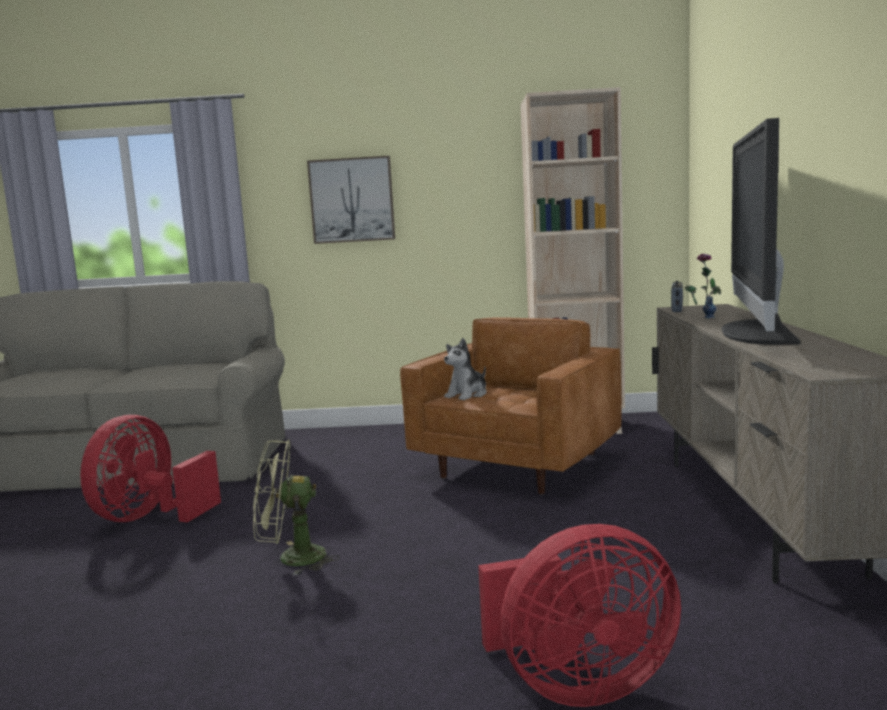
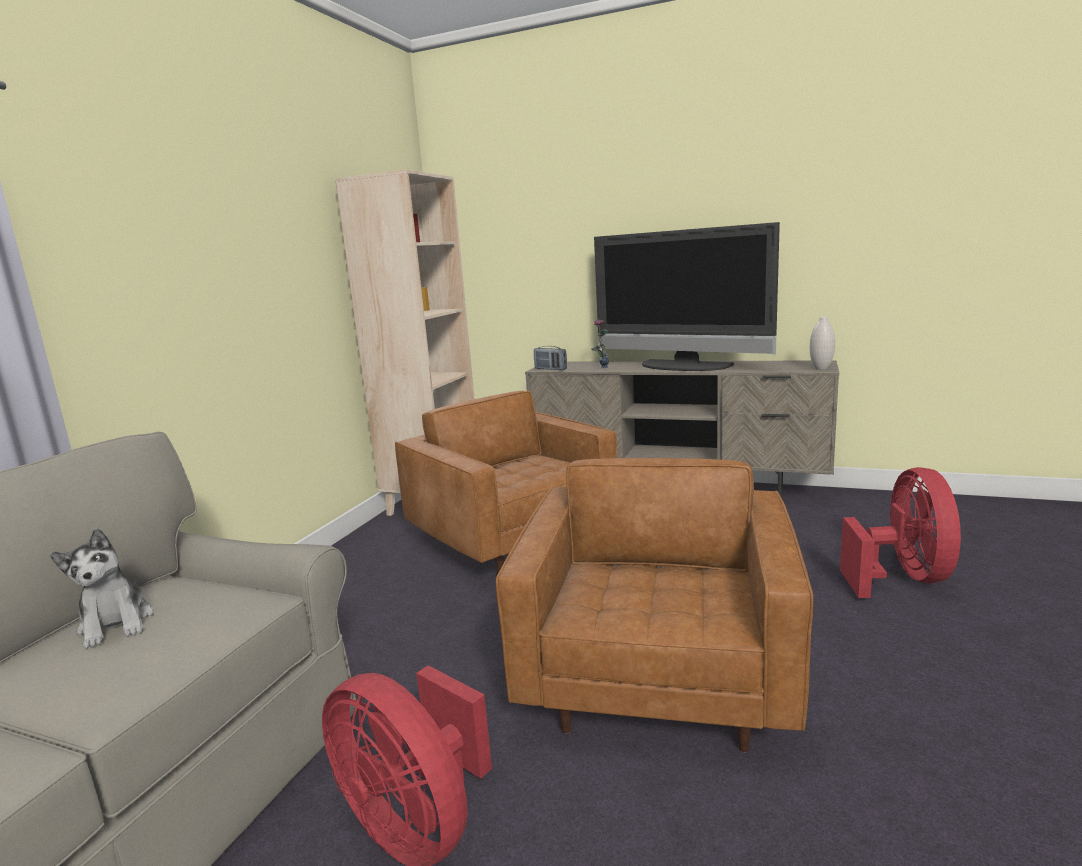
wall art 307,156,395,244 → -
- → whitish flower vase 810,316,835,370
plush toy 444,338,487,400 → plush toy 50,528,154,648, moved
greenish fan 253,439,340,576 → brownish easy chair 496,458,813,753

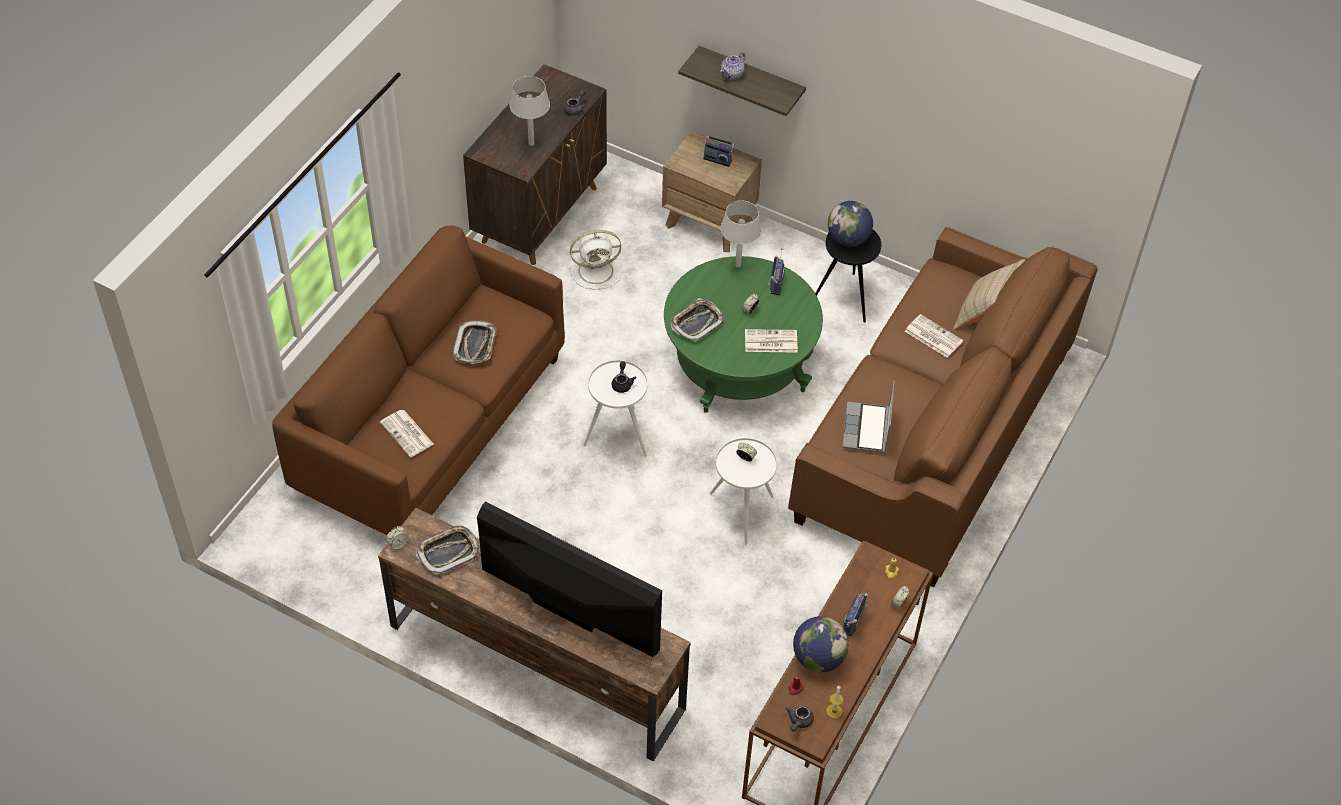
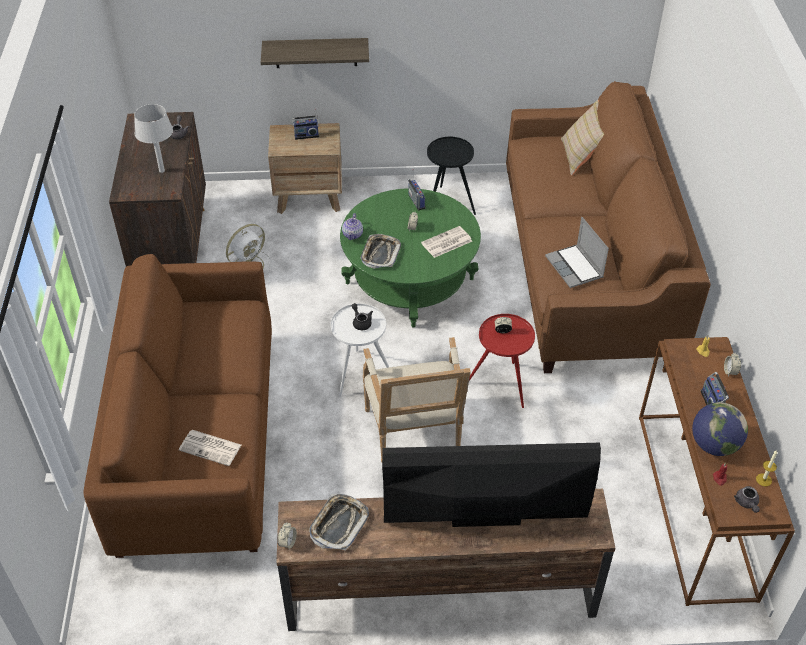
tray 453,320,497,364 → -
grey table lamp 721,201,761,268 → -
globe 828,201,873,246 → -
daily paper 905,314,963,358 → -
- → easy chair 363,337,471,462
teapot 720,53,745,80 → teapot 342,213,363,240, moved
whitish end table 709,438,777,545 → red end table 469,314,535,408

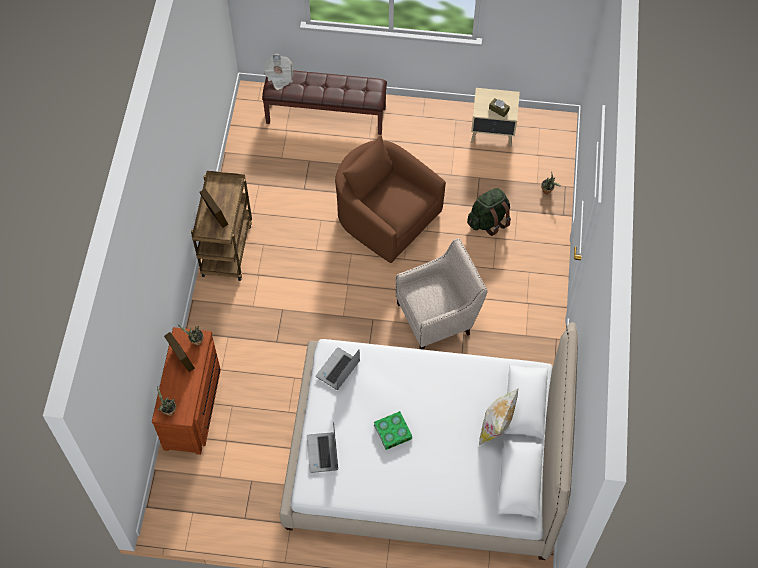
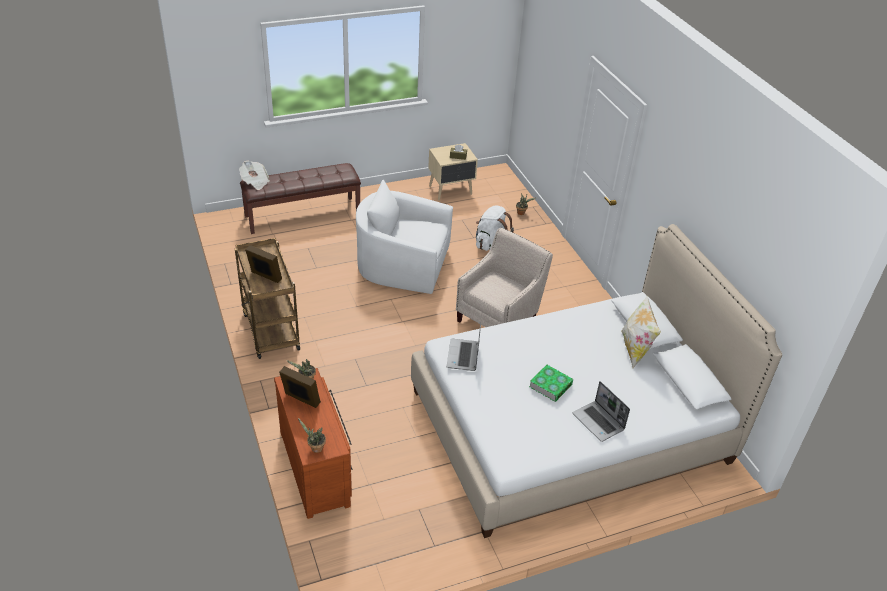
notebook computer 307,422,338,473 → notebook computer 573,381,630,442, moved
brownish easy chair 335,135,446,263 → whitish easy chair 356,180,453,294
greenish rucksack 467,188,511,236 → whitish rucksack 476,206,514,251

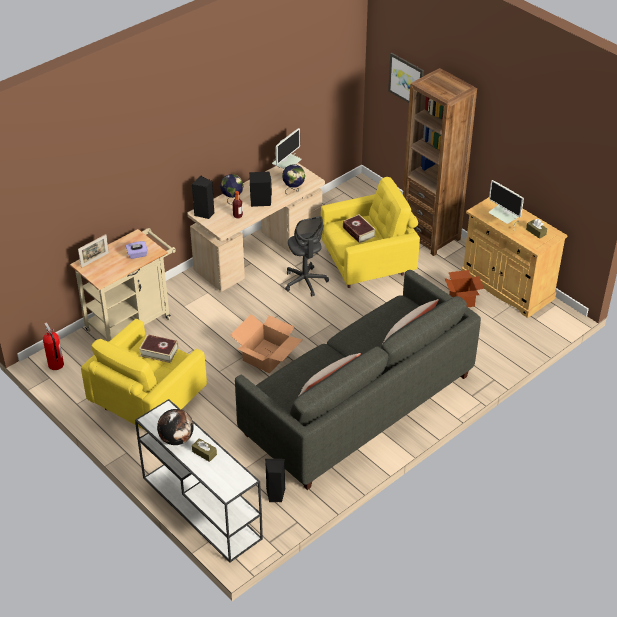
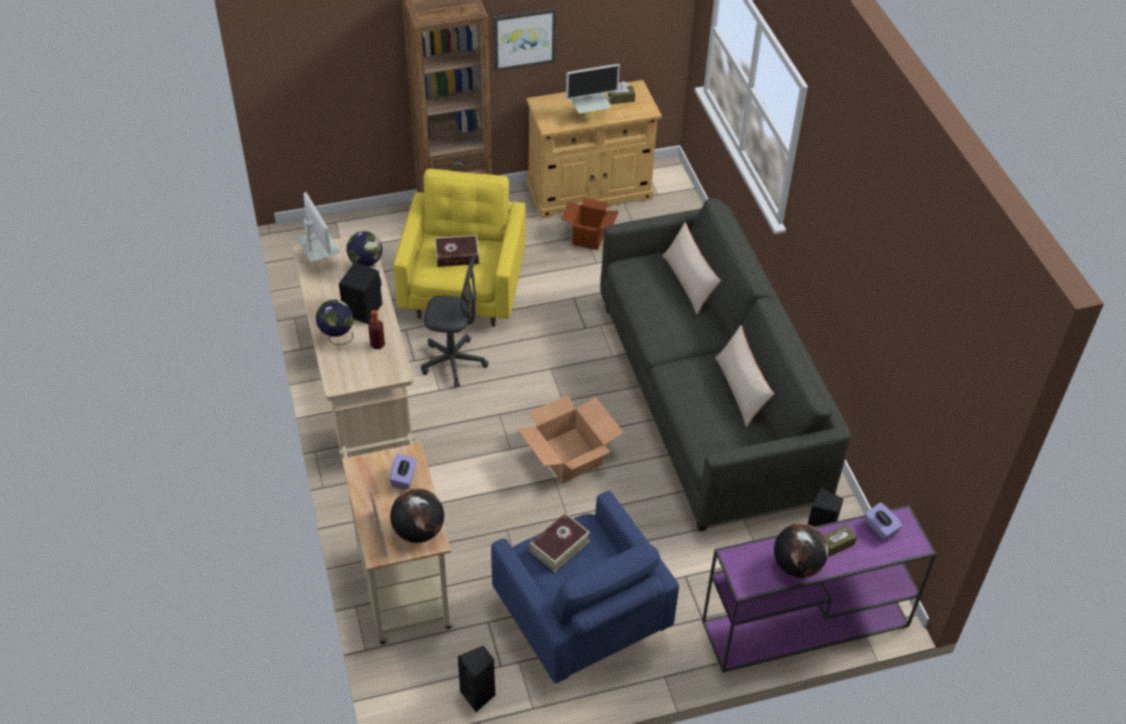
fire-fighting cylinder 43,322,64,370 → -
- → globe 390,489,444,543
- → purplish tissue holder 865,503,903,540
black loudspeaker 192,175,214,219 → black loudspeaker 458,646,495,712, moved
wall art 388,53,424,103 → wall art 493,7,557,72, moved
yellow easy chair 81,319,207,430 → bluish easy chair 491,491,679,684
whitish console table 135,399,263,563 → purplish console table 702,505,936,673

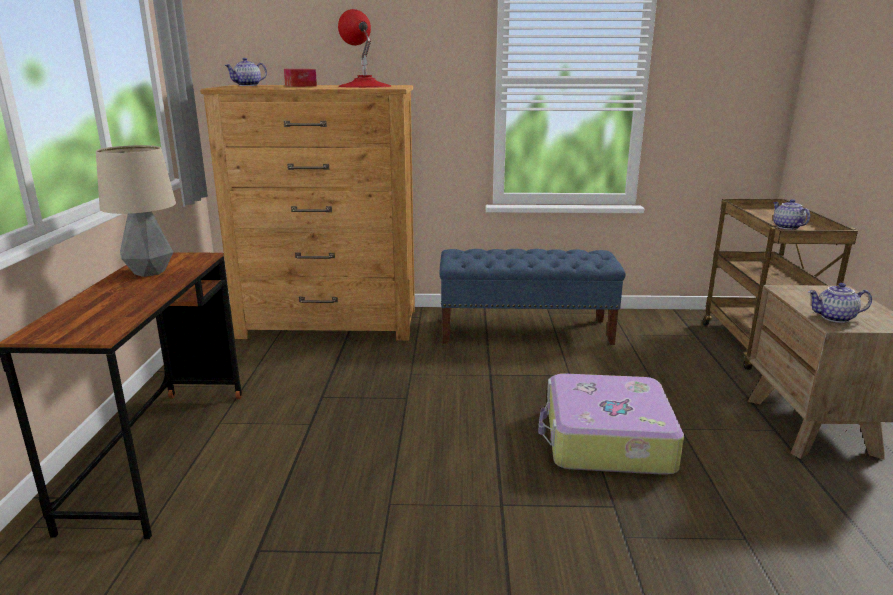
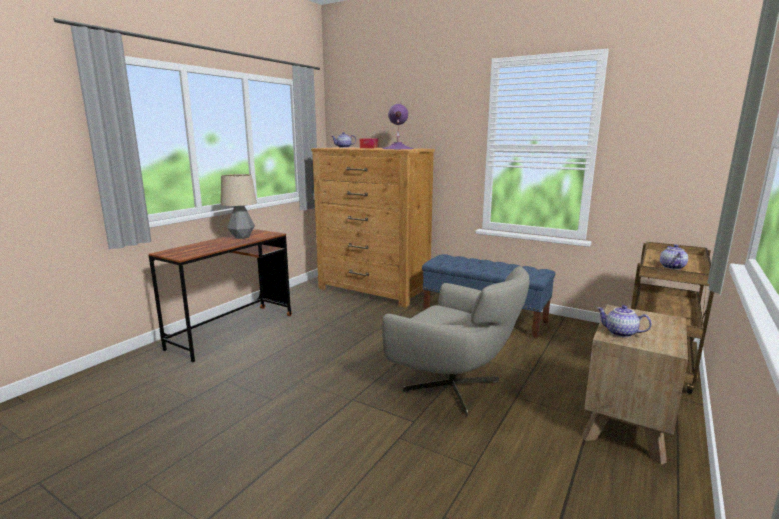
suitcase 538,373,684,475 → grey easy chair 382,266,530,417
red table lamp 338,9,392,88 → purplish table lamp 382,104,414,149

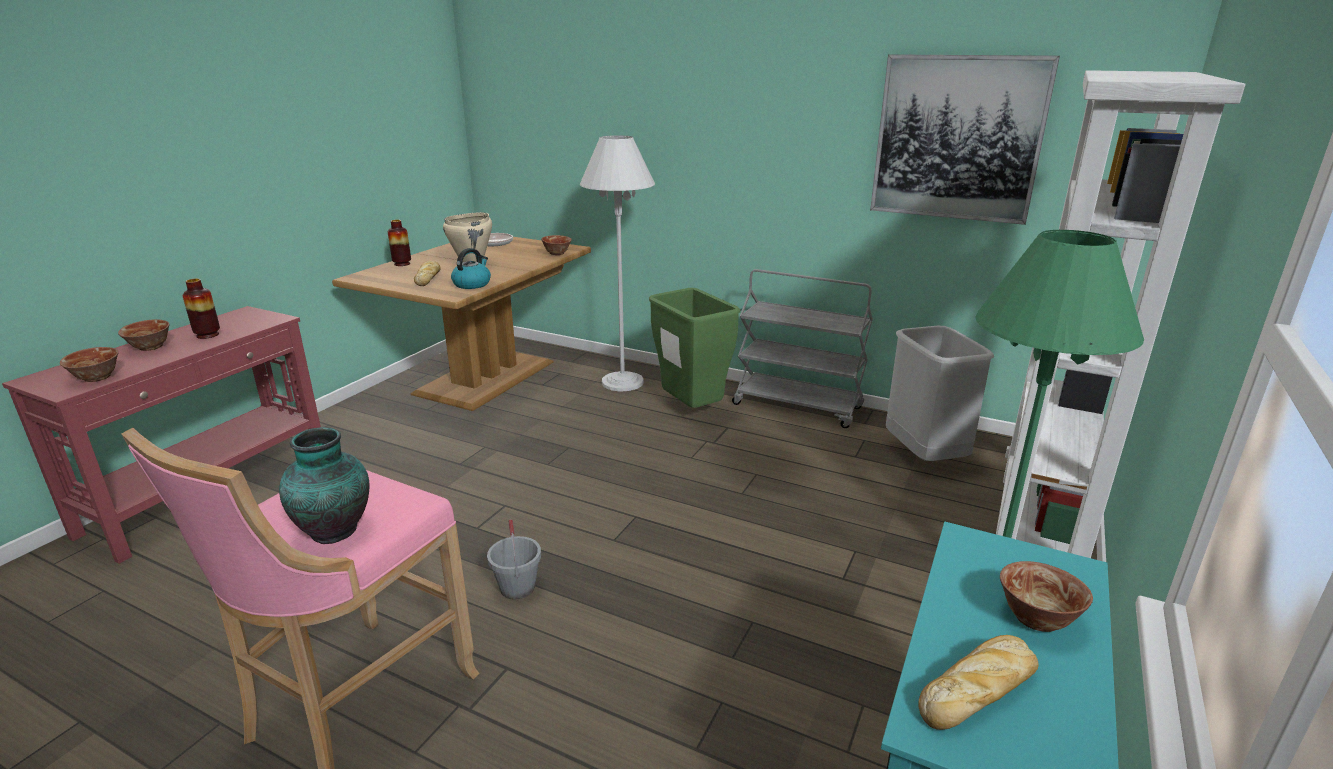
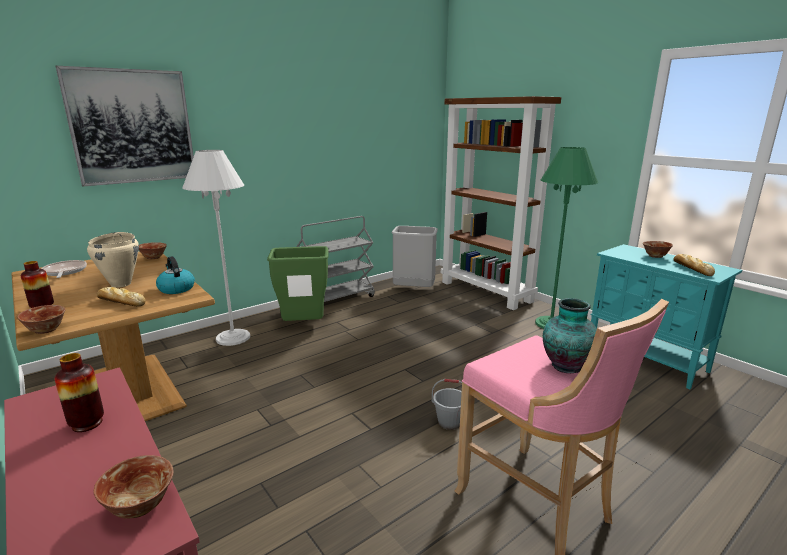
bowl 118,320,170,351 → bowl 17,305,66,334, moved
wall art 870,54,1060,225 → wall art 56,66,194,186, moved
whitish shelving unit 996,70,1246,558 → brownish shelving unit 441,96,561,310

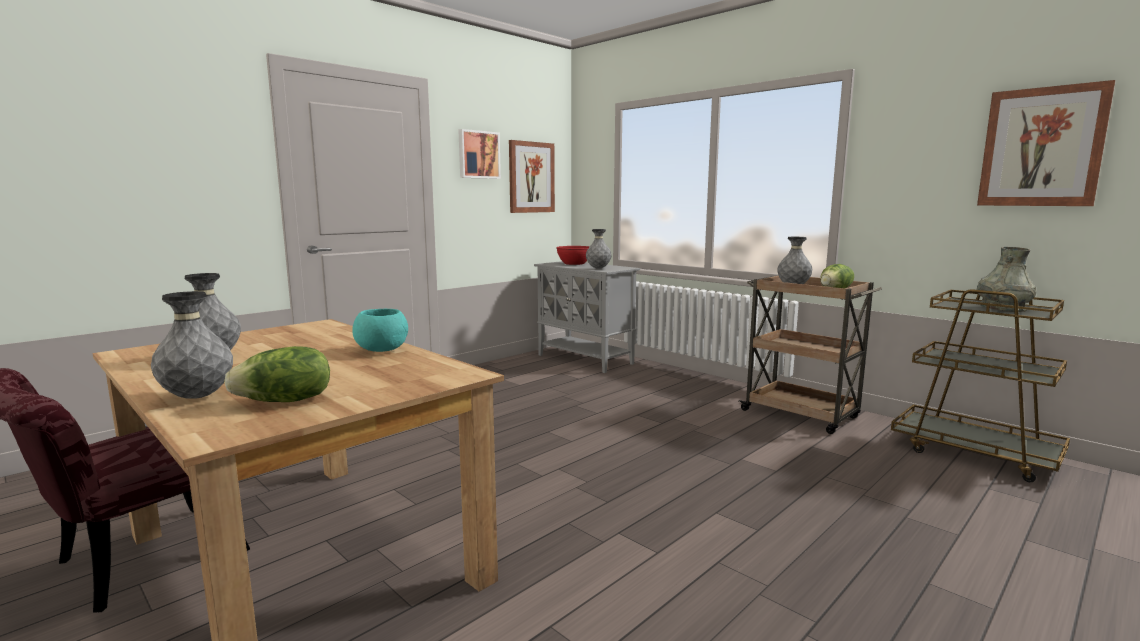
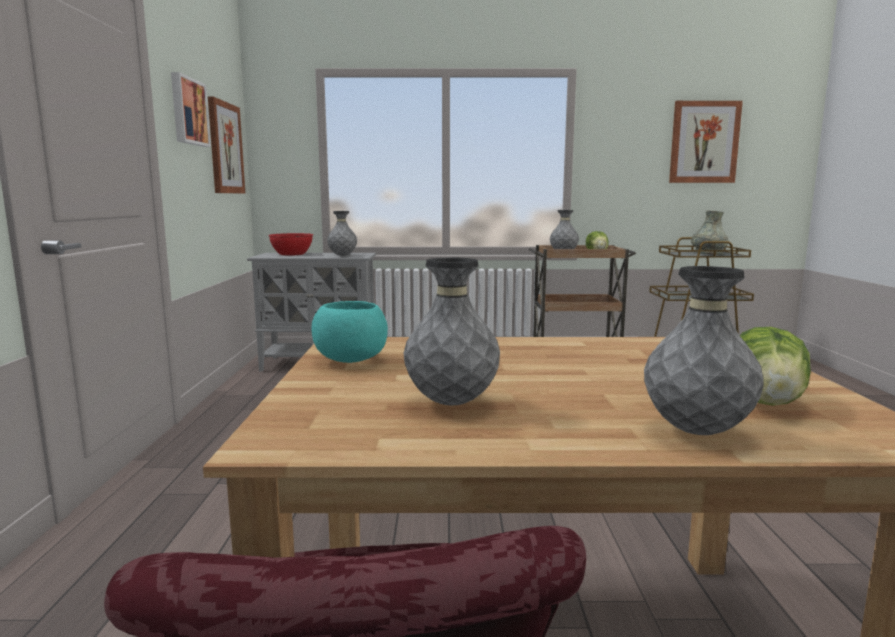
turquoise-coloured bowl 352,309,408,352 → turquoise-coloured bowl 312,301,388,363, moved

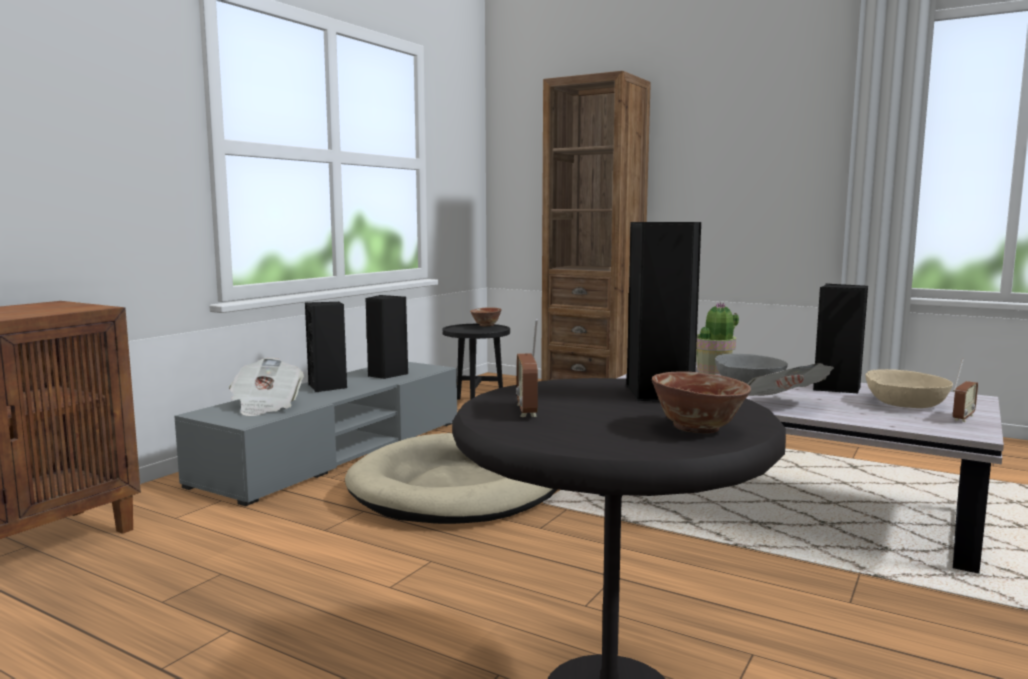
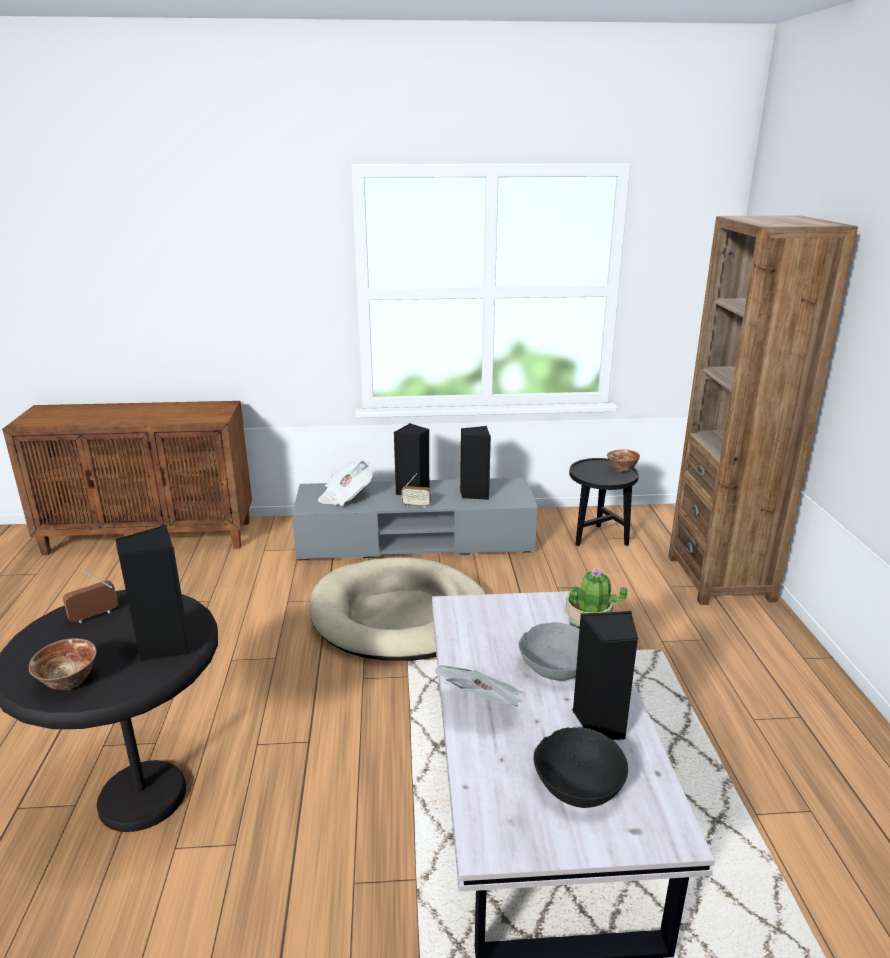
radio set 953,358,978,422 → radio set 401,473,431,508, moved
beige-coloured bowl 865,369,953,408 → black bowl 534,727,628,808

